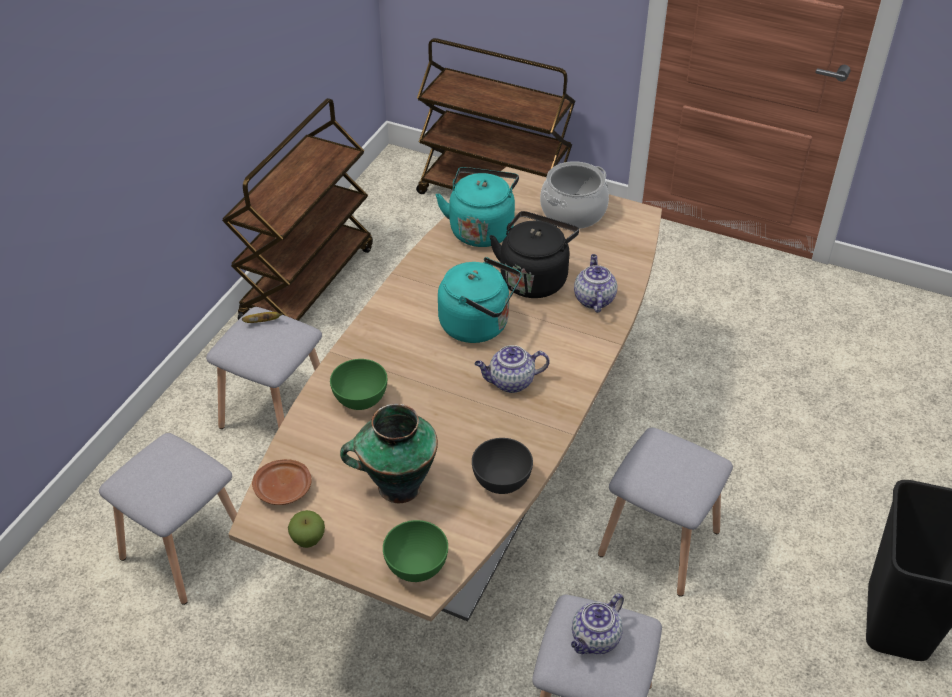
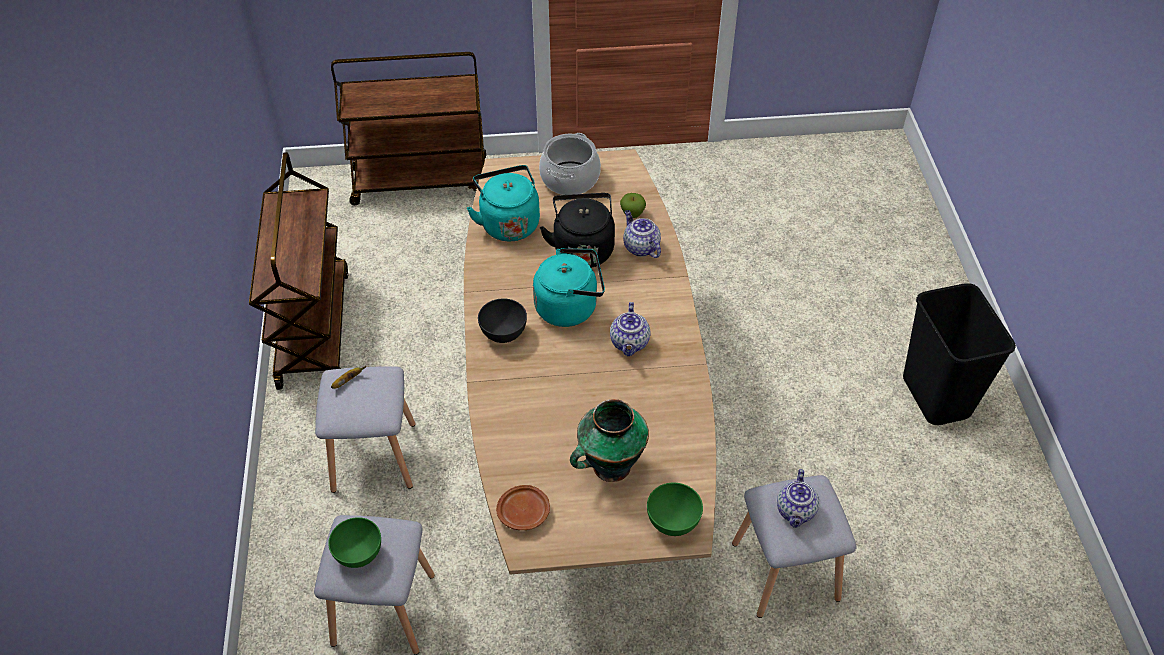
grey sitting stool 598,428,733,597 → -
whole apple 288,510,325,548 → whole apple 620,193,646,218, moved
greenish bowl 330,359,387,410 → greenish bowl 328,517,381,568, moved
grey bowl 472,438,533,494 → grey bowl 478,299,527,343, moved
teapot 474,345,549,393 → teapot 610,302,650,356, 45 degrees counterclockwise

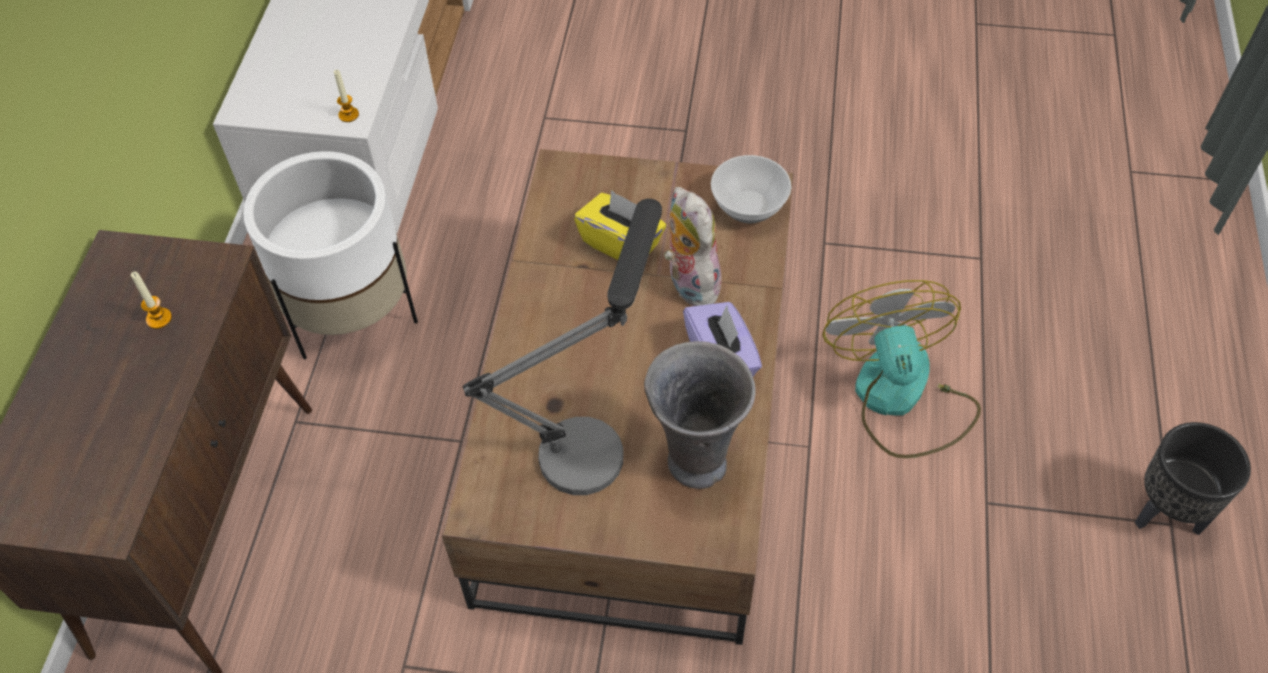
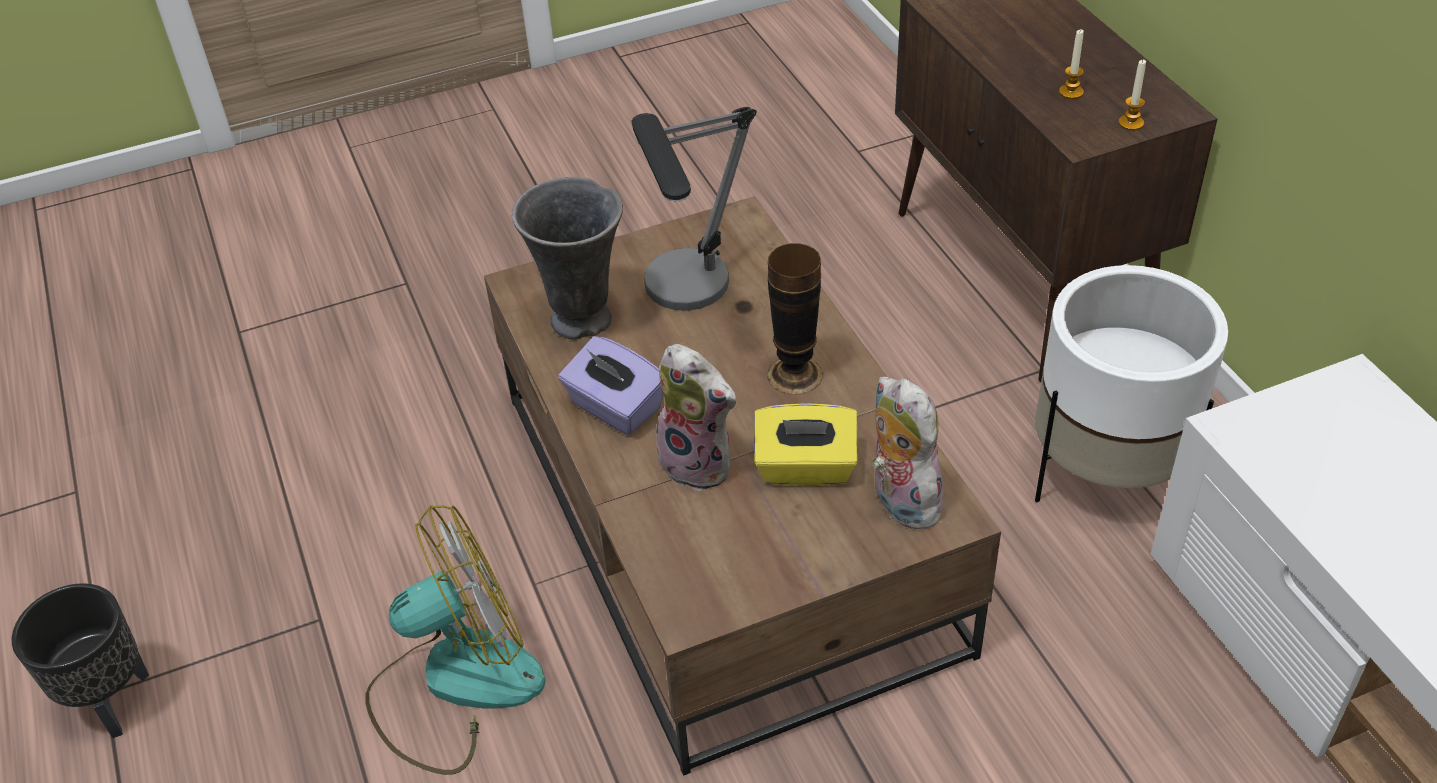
bowl 711,155,791,223 → -
- → flower vase 767,243,823,395
- → plush toy 872,377,947,529
candle 334,70,359,122 → candle 1118,60,1146,130, moved
fan 822,280,981,458 → fan 365,505,545,775, 75 degrees counterclockwise

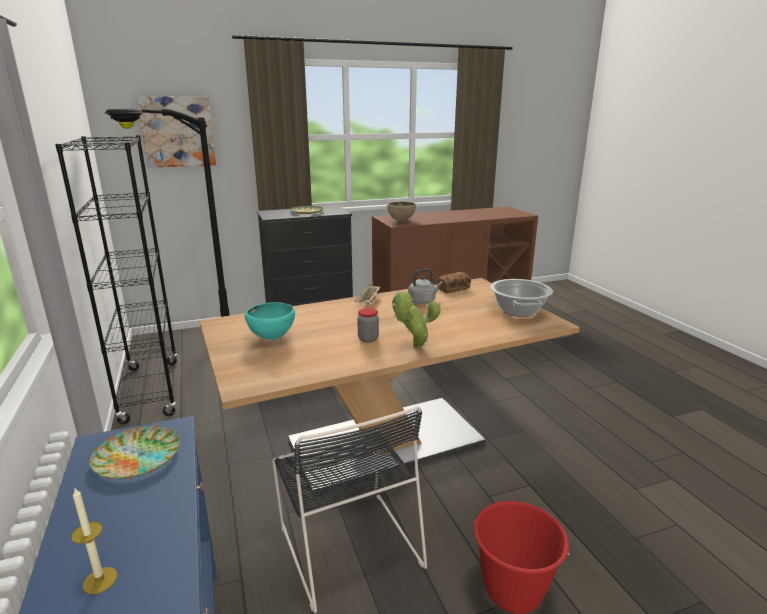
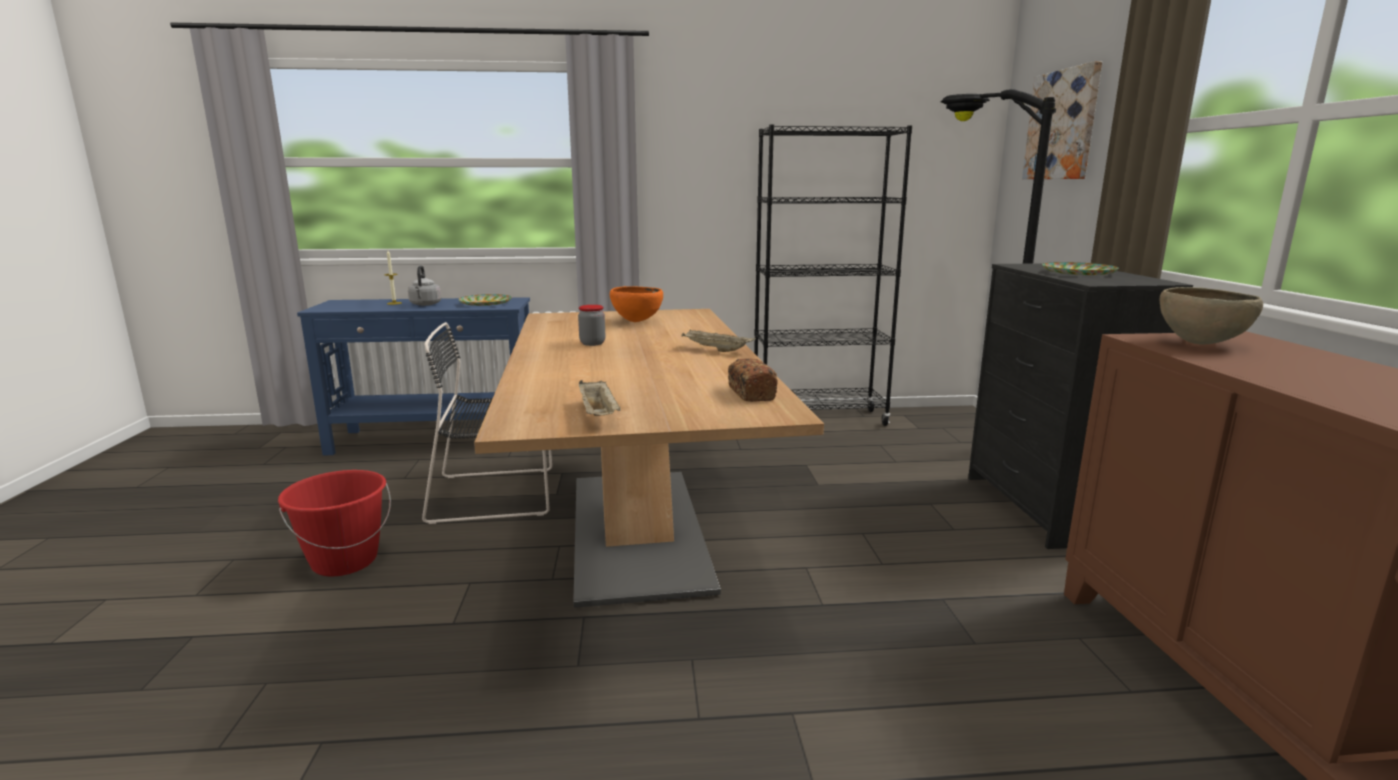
plant in a pot 392,292,441,349 → -
grey water kettle 408,269,443,304 → grey water kettle 408,265,441,306, moved
stockpot 490,279,553,317 → beige-coloured tray 579,380,621,416
turquoise-coloured bowl 245,302,295,340 → orange-coloured bowl 610,286,663,322

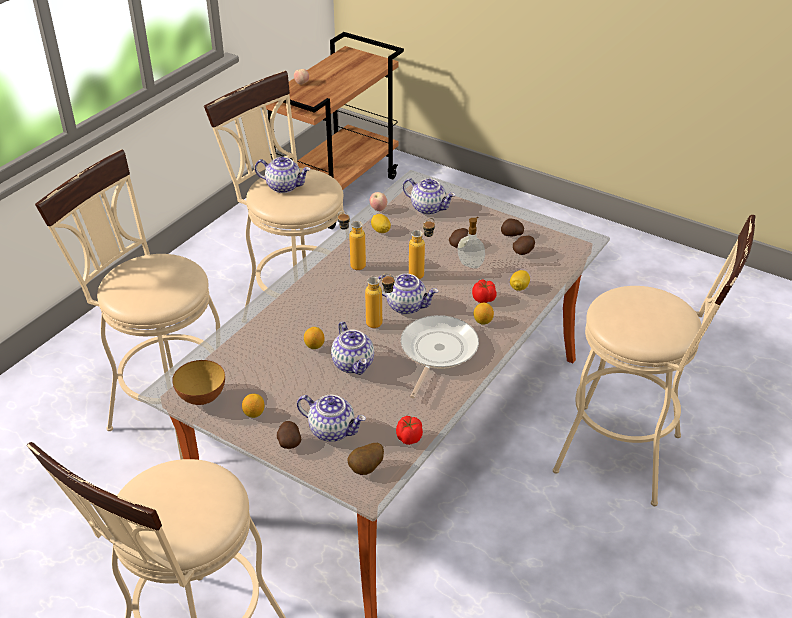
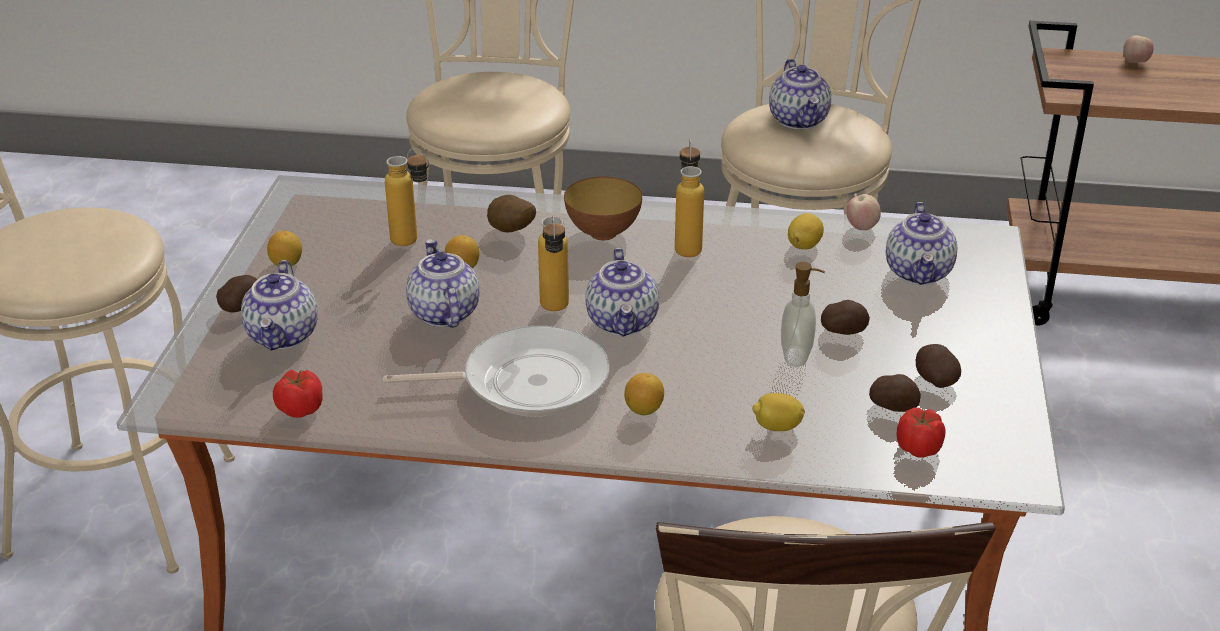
bowl 172,360,225,405 → bowl 564,176,642,240, moved
whole potato 347,443,384,475 → whole potato 487,195,536,233, moved
drink bottle 409,218,435,279 → drink bottle 385,148,429,246, moved
whole tomato 472,280,497,303 → whole tomato 897,408,945,458, moved
teapot 331,321,374,375 → teapot 406,239,480,328, 120 degrees clockwise

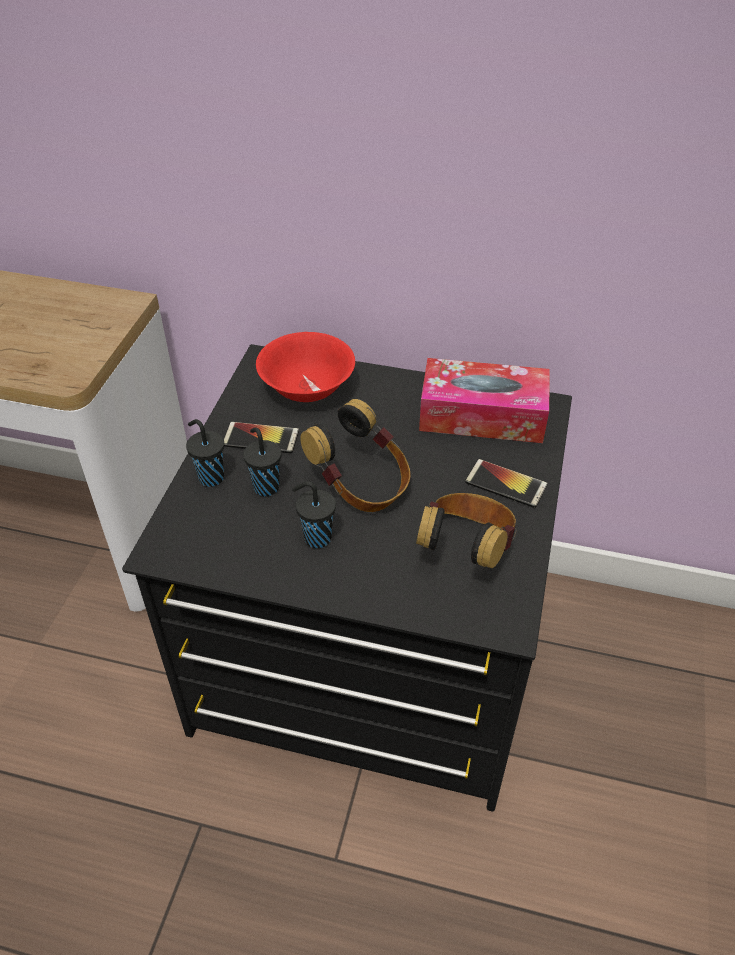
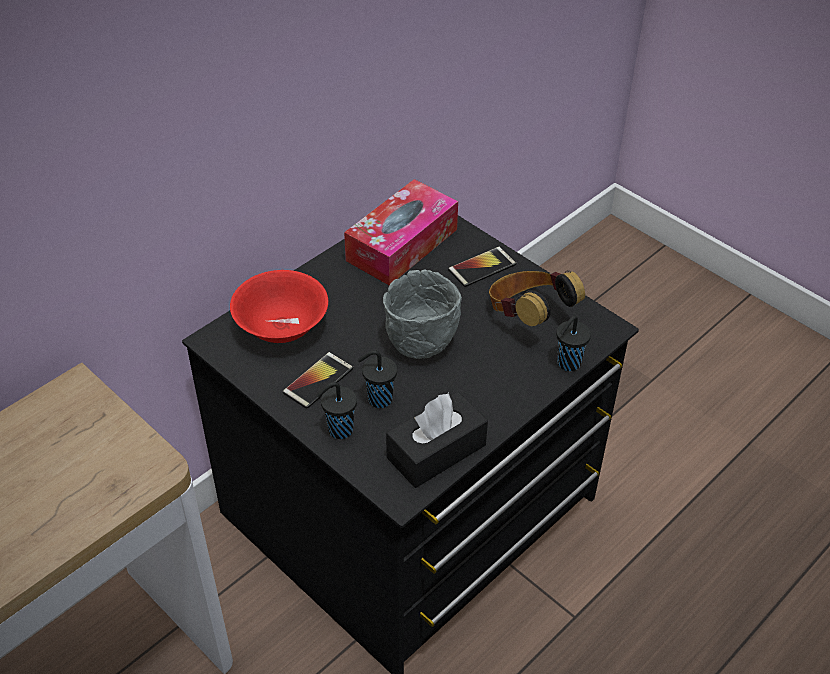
- → black tissue holder 386,392,488,488
black drinking cup 292,482,336,548 → black drinking cup 556,316,591,371, moved
headset 300,399,411,512 → grey bowl 383,269,462,359

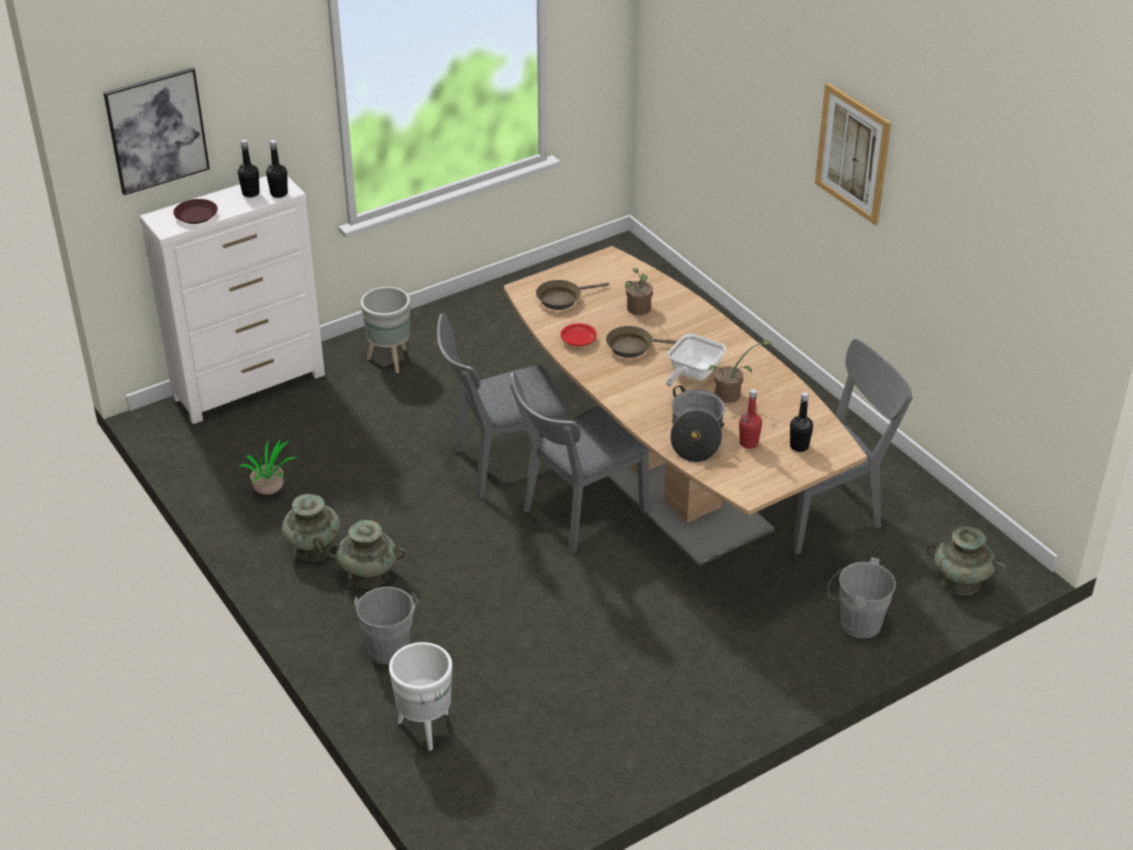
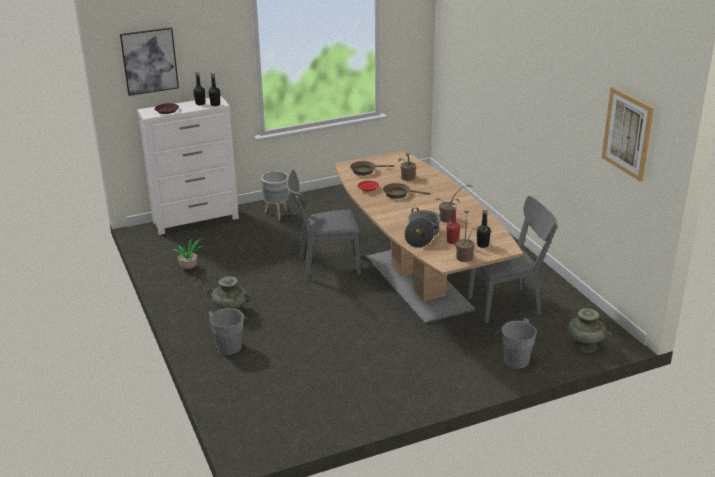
turquoise-coloured flower vase 282,494,341,561 → -
whitish plant pot 389,642,452,751 → -
grey upright chair 509,372,650,554 → -
frying pan 666,334,726,386 → -
- → plant in a pot 456,211,475,262
wall art 815,83,891,225 → wall art 602,87,654,182, moved

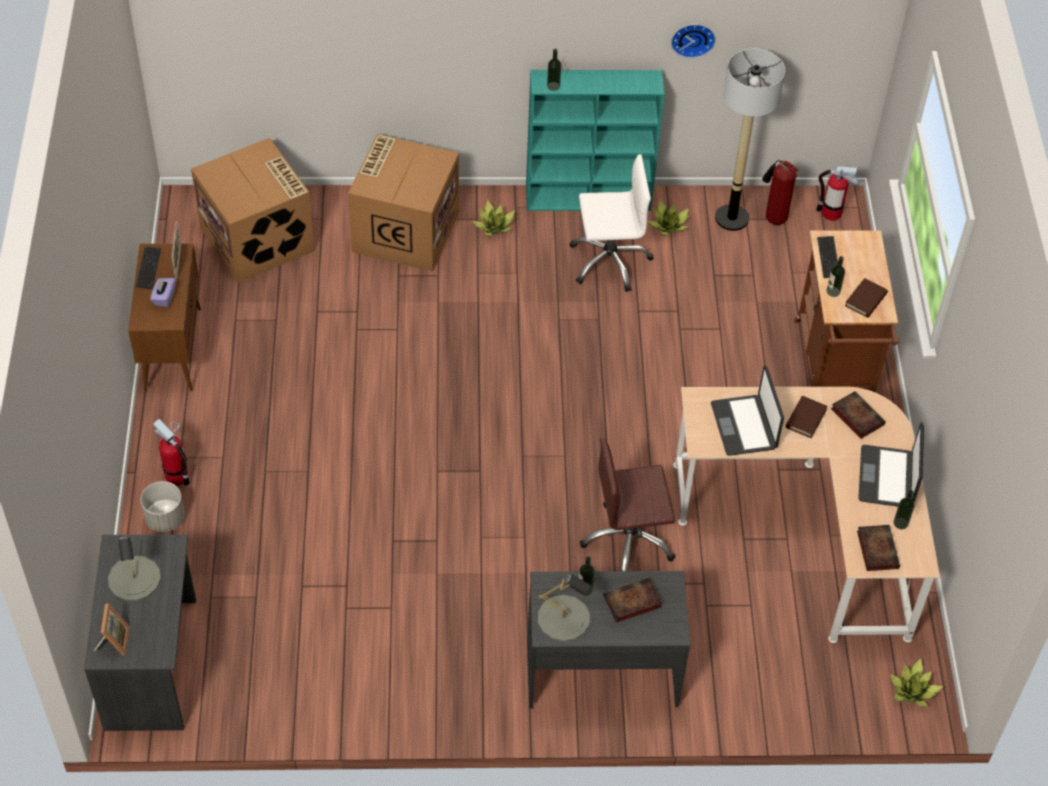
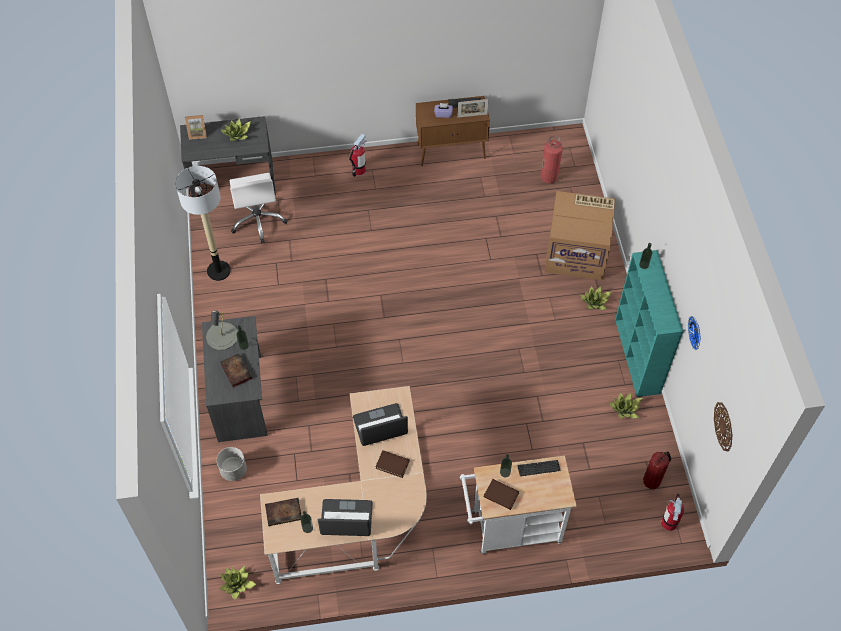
brownish computer chair 580,438,675,571 → -
volume 831,391,885,439 → -
- → wall clock 714,402,732,451
grey plant pot 141,481,185,532 → grey plant pot 217,447,247,481, moved
whitish computer chair 570,154,654,292 → whitish computer chair 229,173,287,243, moved
standard lamp 715,49,785,231 → standard lamp 175,166,231,281, moved
grey table lamp 108,536,161,601 → plant in a pot 220,119,251,141
carton 191,138,315,283 → fire-fighting cylinder 540,136,563,184
brownish cart 794,231,899,393 → whitish cart 460,455,577,554

